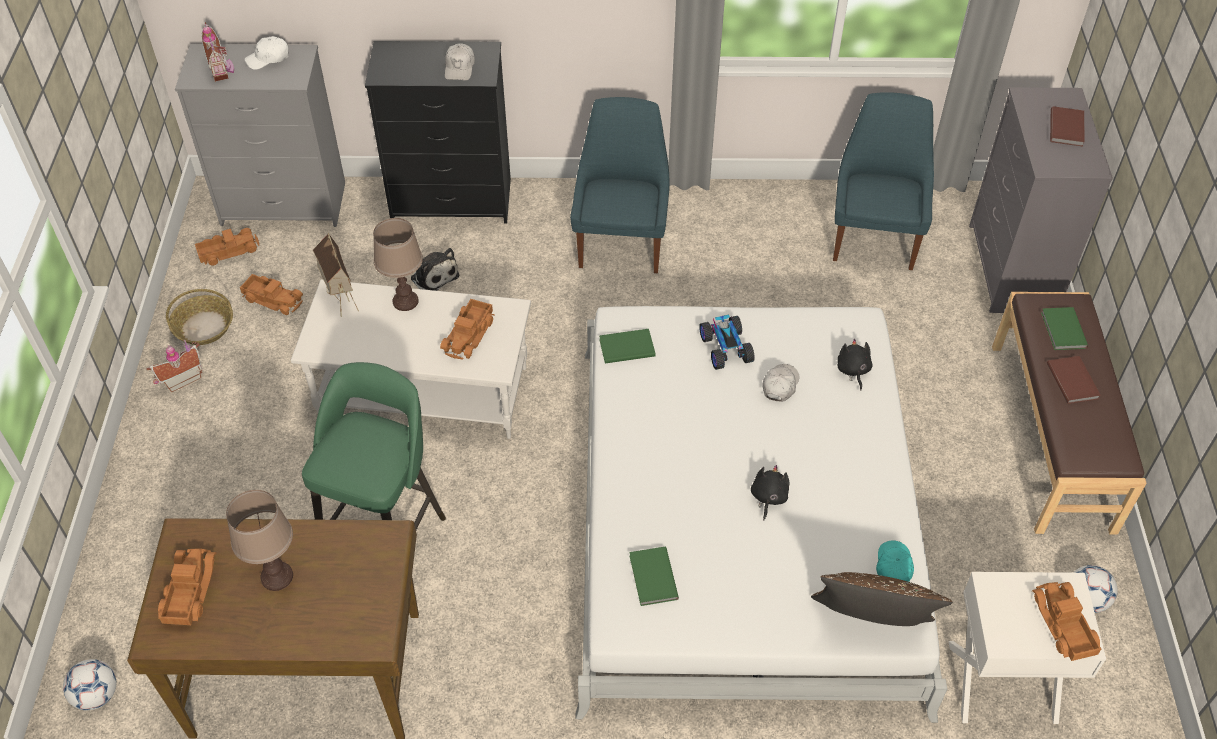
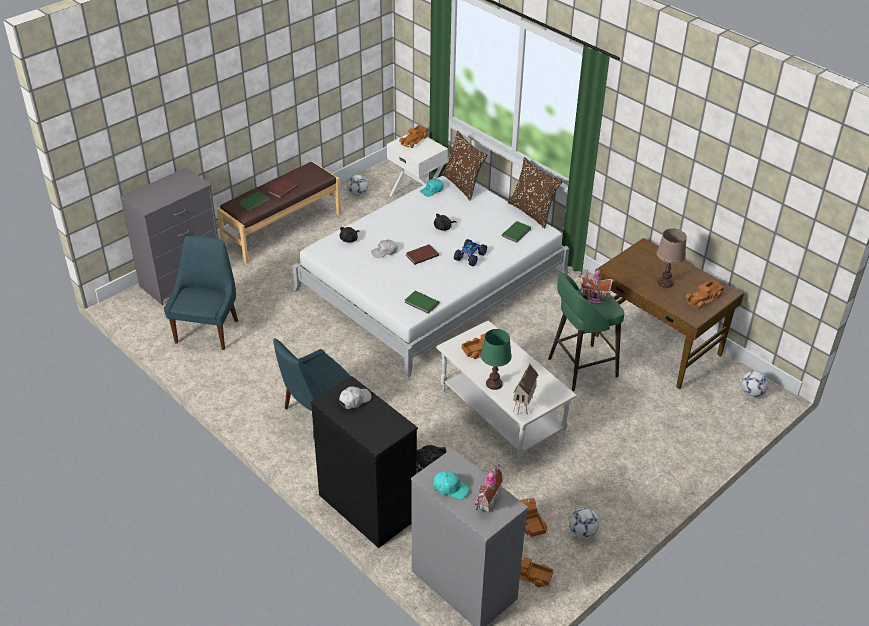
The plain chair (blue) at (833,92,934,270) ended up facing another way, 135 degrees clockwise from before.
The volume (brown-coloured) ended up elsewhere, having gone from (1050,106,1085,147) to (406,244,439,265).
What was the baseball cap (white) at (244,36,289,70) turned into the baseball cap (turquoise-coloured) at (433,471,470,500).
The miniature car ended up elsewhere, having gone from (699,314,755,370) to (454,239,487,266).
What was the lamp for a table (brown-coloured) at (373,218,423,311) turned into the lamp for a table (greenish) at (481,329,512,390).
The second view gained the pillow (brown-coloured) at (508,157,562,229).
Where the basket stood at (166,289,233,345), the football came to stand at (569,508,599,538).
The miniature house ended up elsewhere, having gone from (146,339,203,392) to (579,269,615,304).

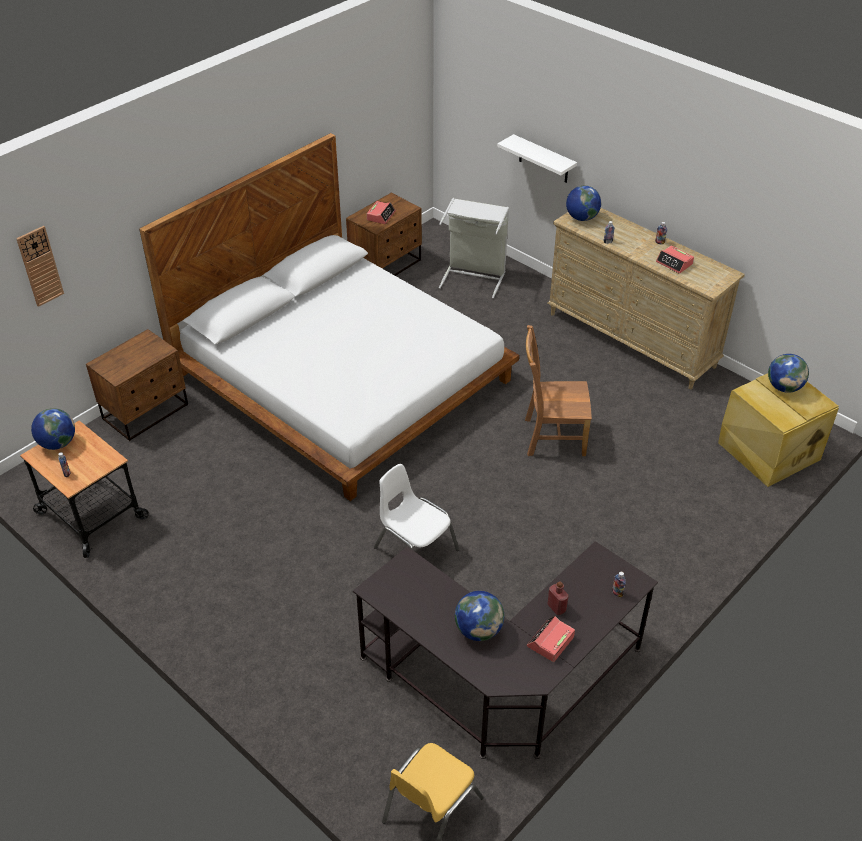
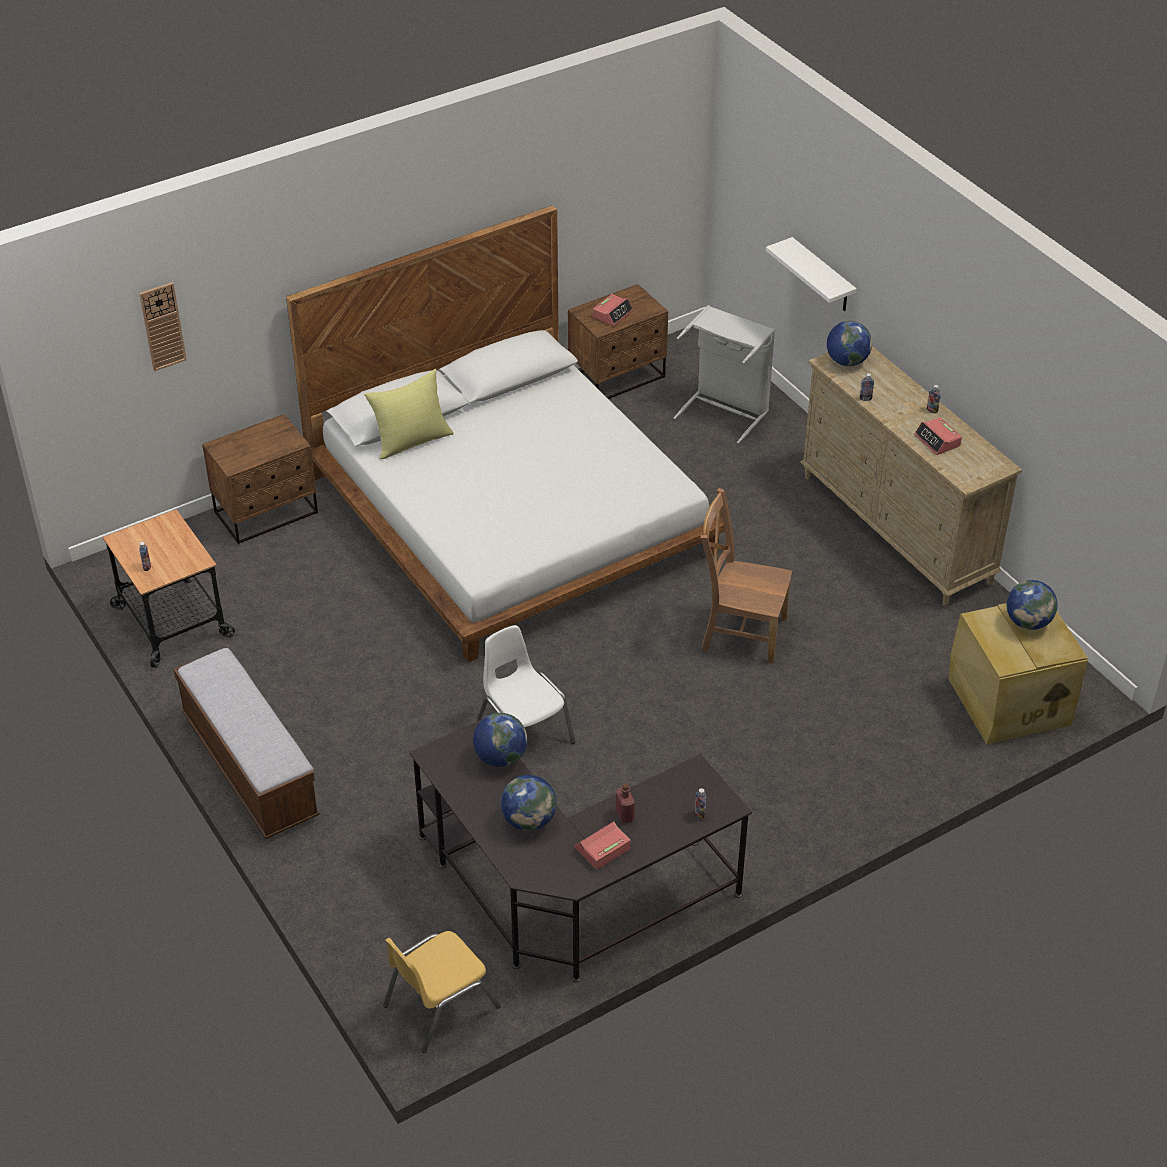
The second view gained the long seat at (173,648,320,839).
The second view gained the pillow (yellowish) at (364,369,454,459).
The globe ended up elsewhere, having gone from (31,408,75,450) to (473,713,527,767).

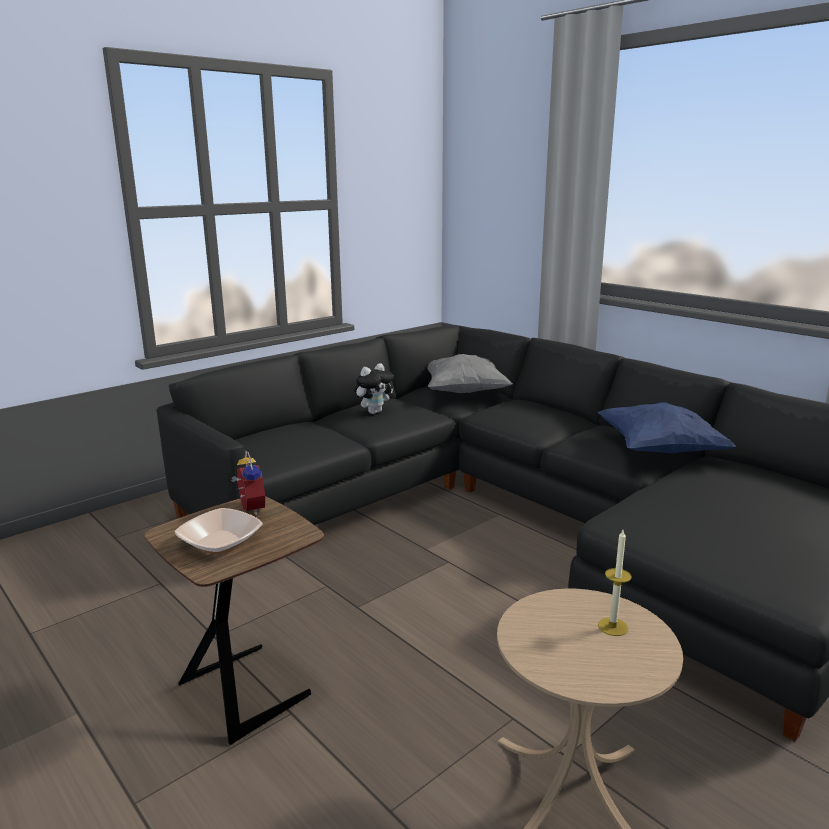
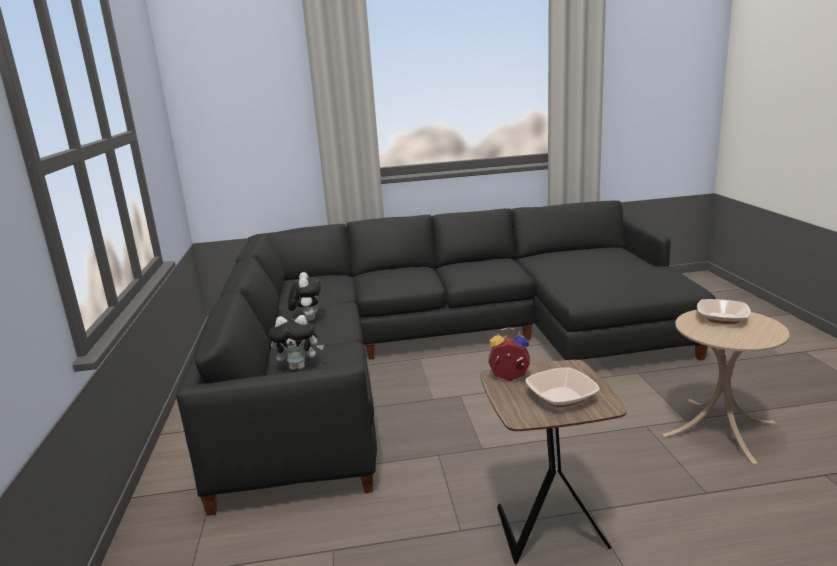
The second view gained the soft toy at (269,315,324,370).
Where the candle stood at (598,530,632,636), the bowl came to stand at (697,299,751,324).
The second view lost the pillow (greyish) at (427,354,513,393).
The second view lost the pillow (blue) at (597,402,736,453).

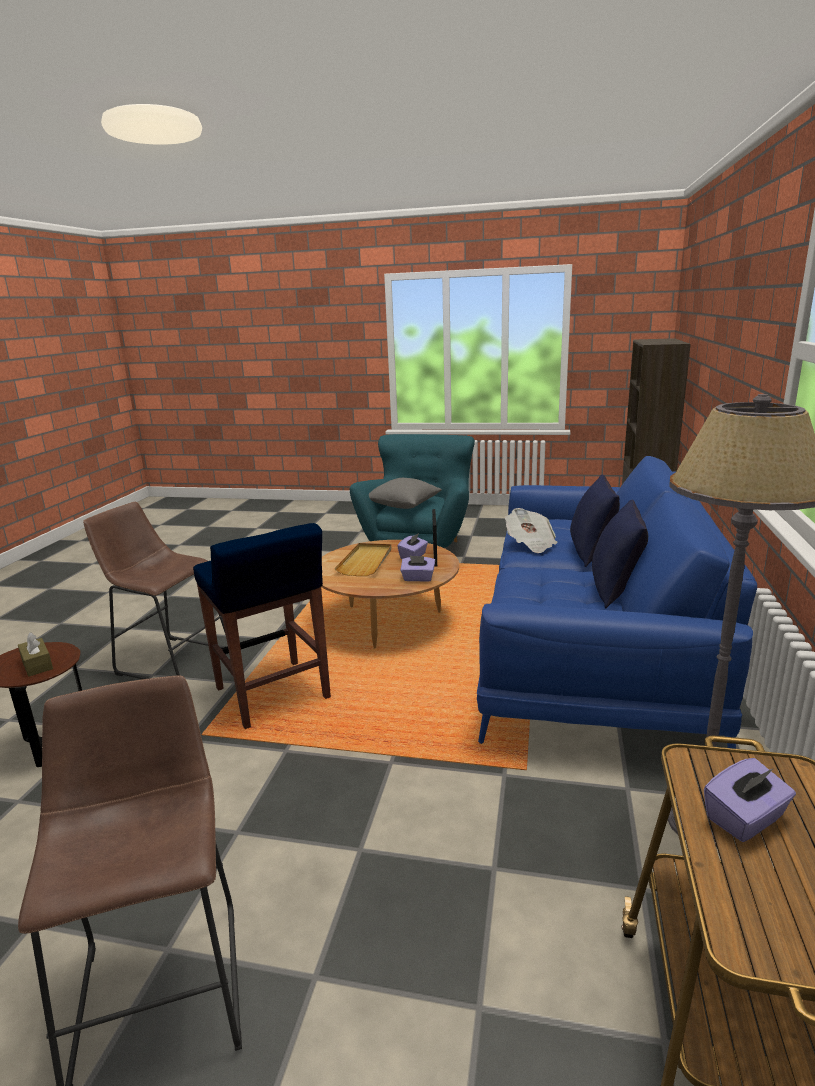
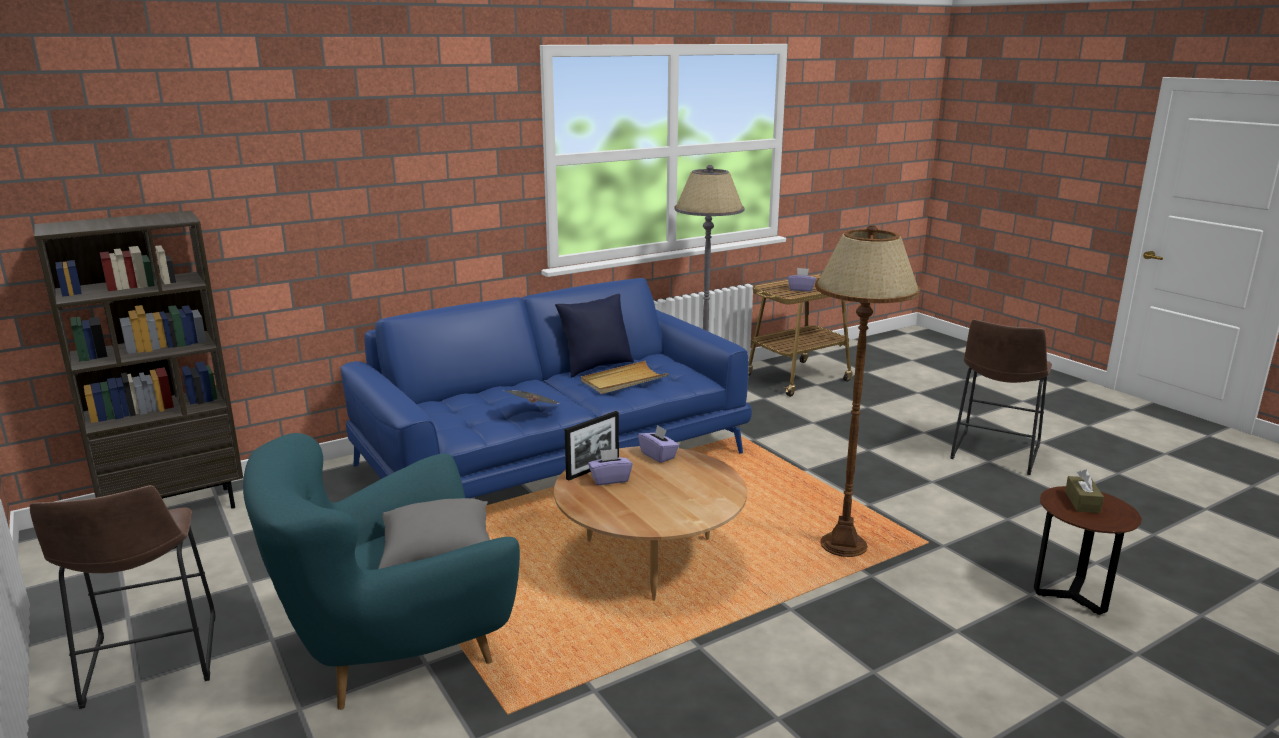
The sitting stool (brown-coloured) ended up elsewhere, having gone from (83,502,226,679) to (30,485,216,709).
The serving tray (beige) ended up elsewhere, having gone from (335,543,391,576) to (581,361,669,394).
Where the sitting stool (blue) stood at (193,523,331,729), the standard lamp (brown-coloured) came to stand at (815,225,920,557).
The second view lost the pillow (blue) at (570,475,620,567).

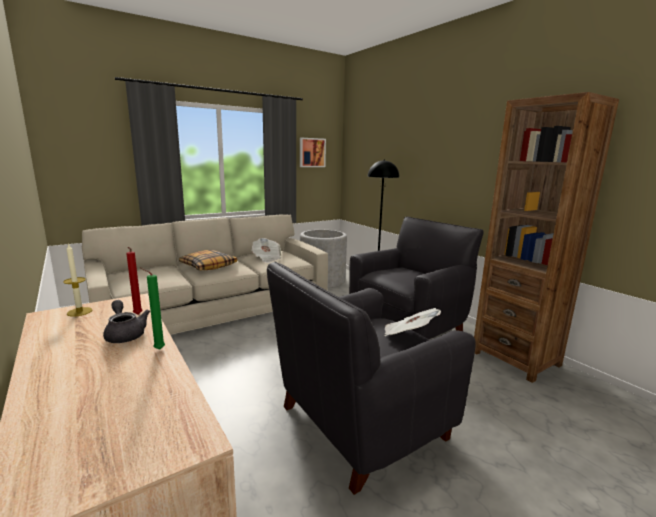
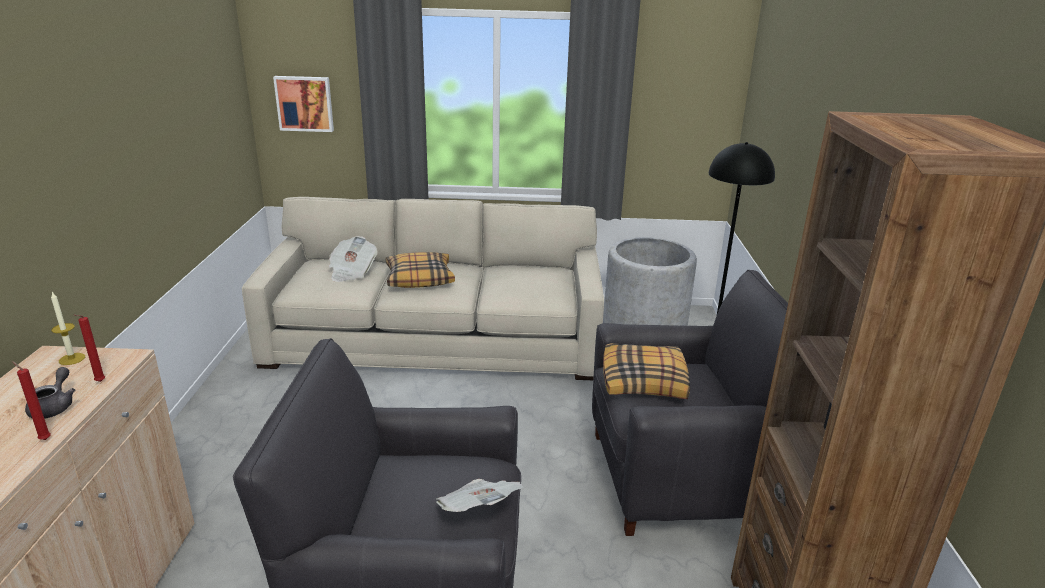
What was the candle (greenish) at (140,268,165,350) turned into the candle (red-coloured) at (12,361,51,440).
The picture ended up elsewhere, having gone from (300,138,326,167) to (273,76,334,132).
The printed paper ended up elsewhere, having gone from (252,238,281,263) to (328,236,378,282).
The second view gained the pillow at (603,343,690,399).

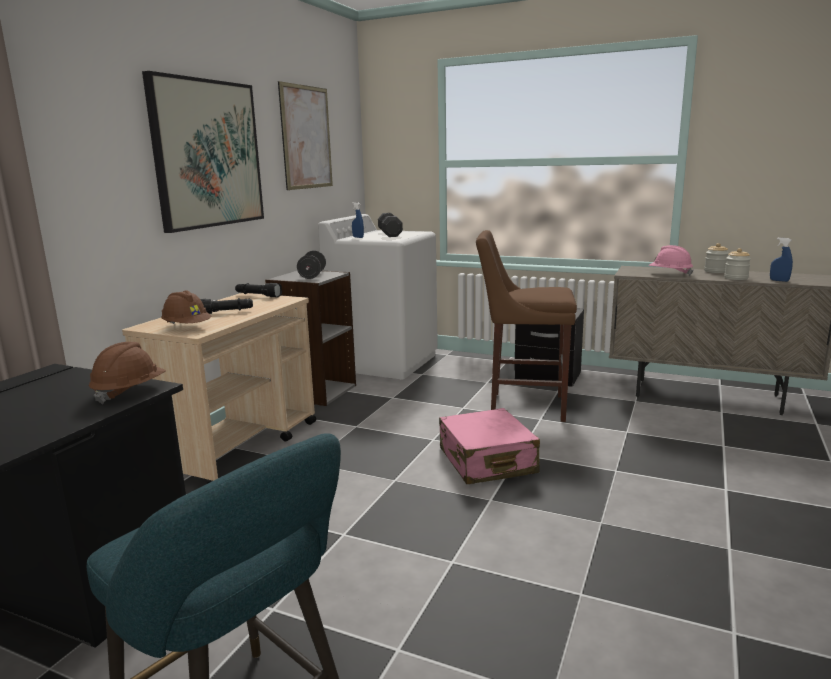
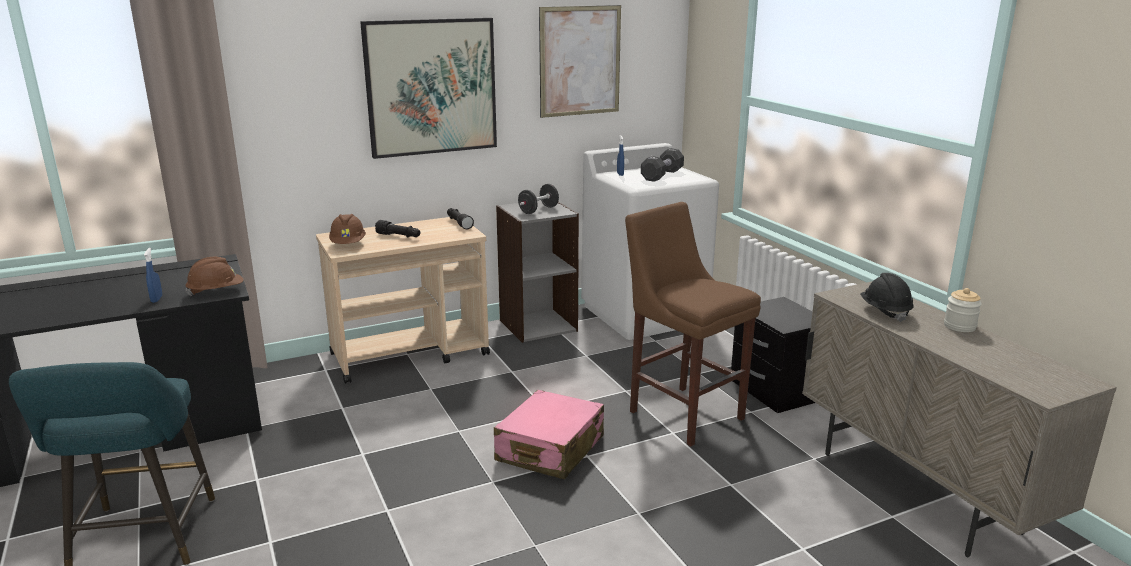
The spray bottle (blue) ended up elsewhere, having gone from (770,237,793,282) to (144,248,162,303).
What was the safety helmet (pink-coloured) at (648,245,693,276) turned into the safety helmet (black-coloured) at (860,273,913,322).
The second view lost the jar at (724,248,751,280).

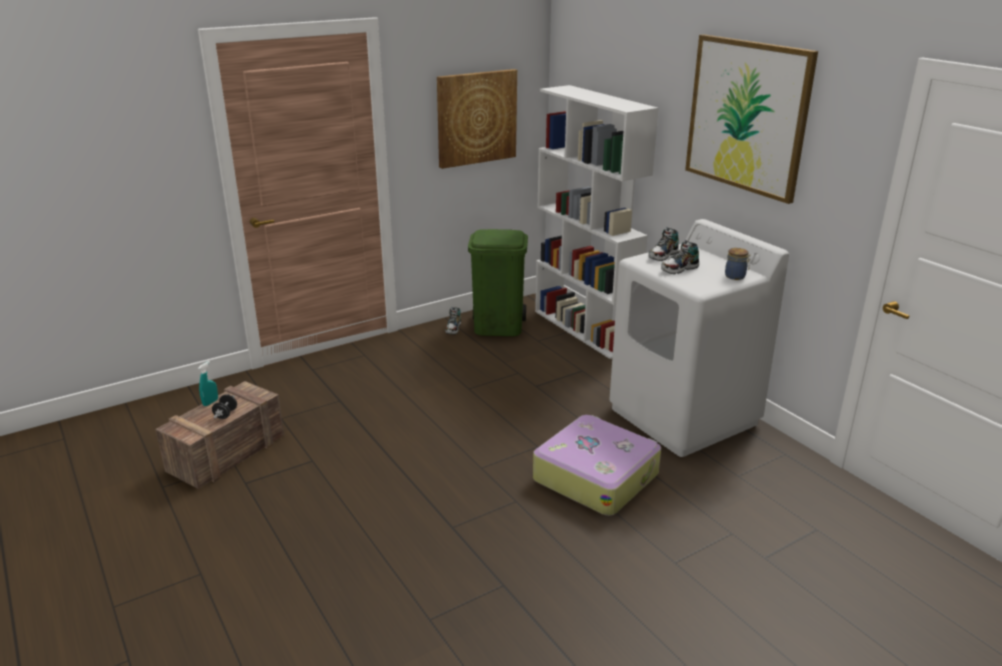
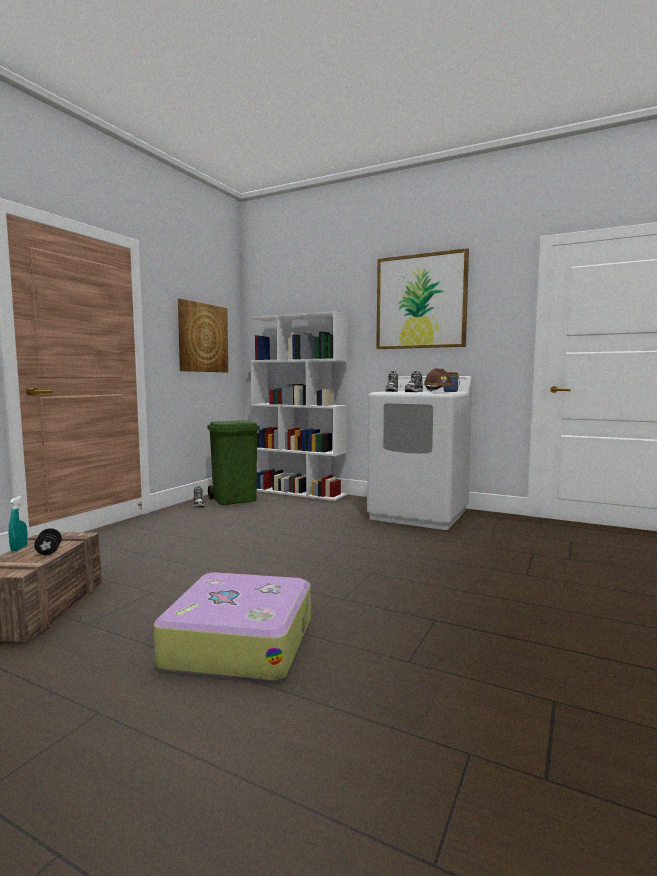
The travel case ended up elsewhere, having gone from (533,415,661,516) to (154,572,311,682).
The second view gained the safety helmet (brown-coloured) at (424,368,453,392).

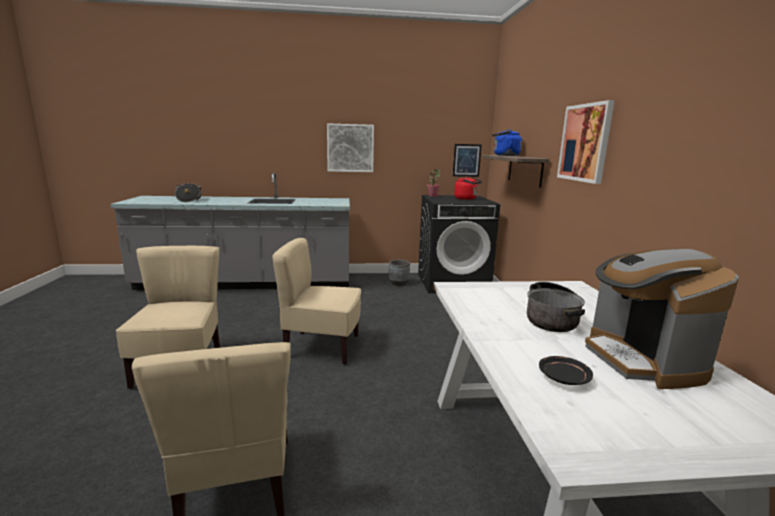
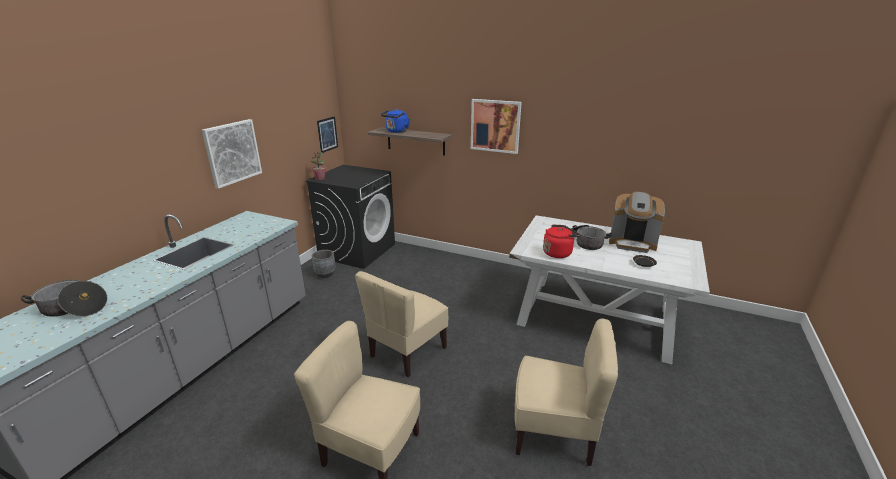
The kettle (red-coloured) ended up elsewhere, having gone from (454,176,482,200) to (543,225,581,258).

